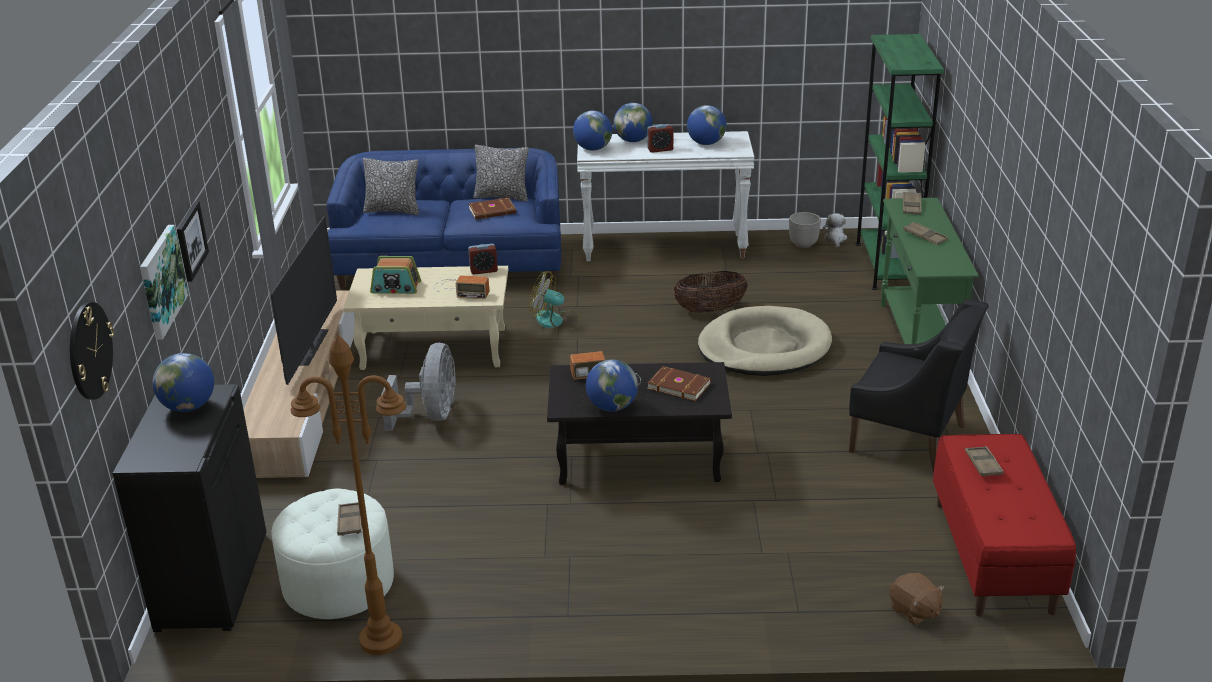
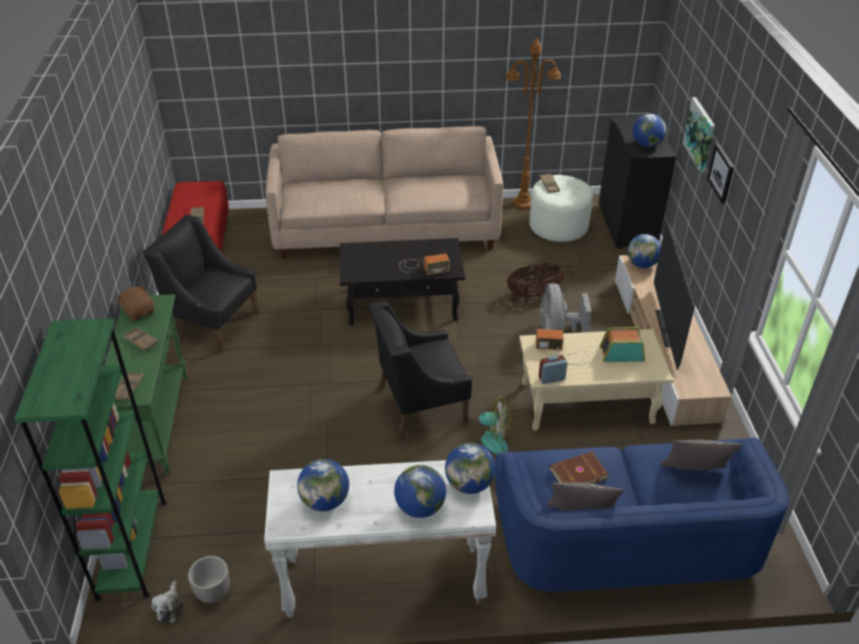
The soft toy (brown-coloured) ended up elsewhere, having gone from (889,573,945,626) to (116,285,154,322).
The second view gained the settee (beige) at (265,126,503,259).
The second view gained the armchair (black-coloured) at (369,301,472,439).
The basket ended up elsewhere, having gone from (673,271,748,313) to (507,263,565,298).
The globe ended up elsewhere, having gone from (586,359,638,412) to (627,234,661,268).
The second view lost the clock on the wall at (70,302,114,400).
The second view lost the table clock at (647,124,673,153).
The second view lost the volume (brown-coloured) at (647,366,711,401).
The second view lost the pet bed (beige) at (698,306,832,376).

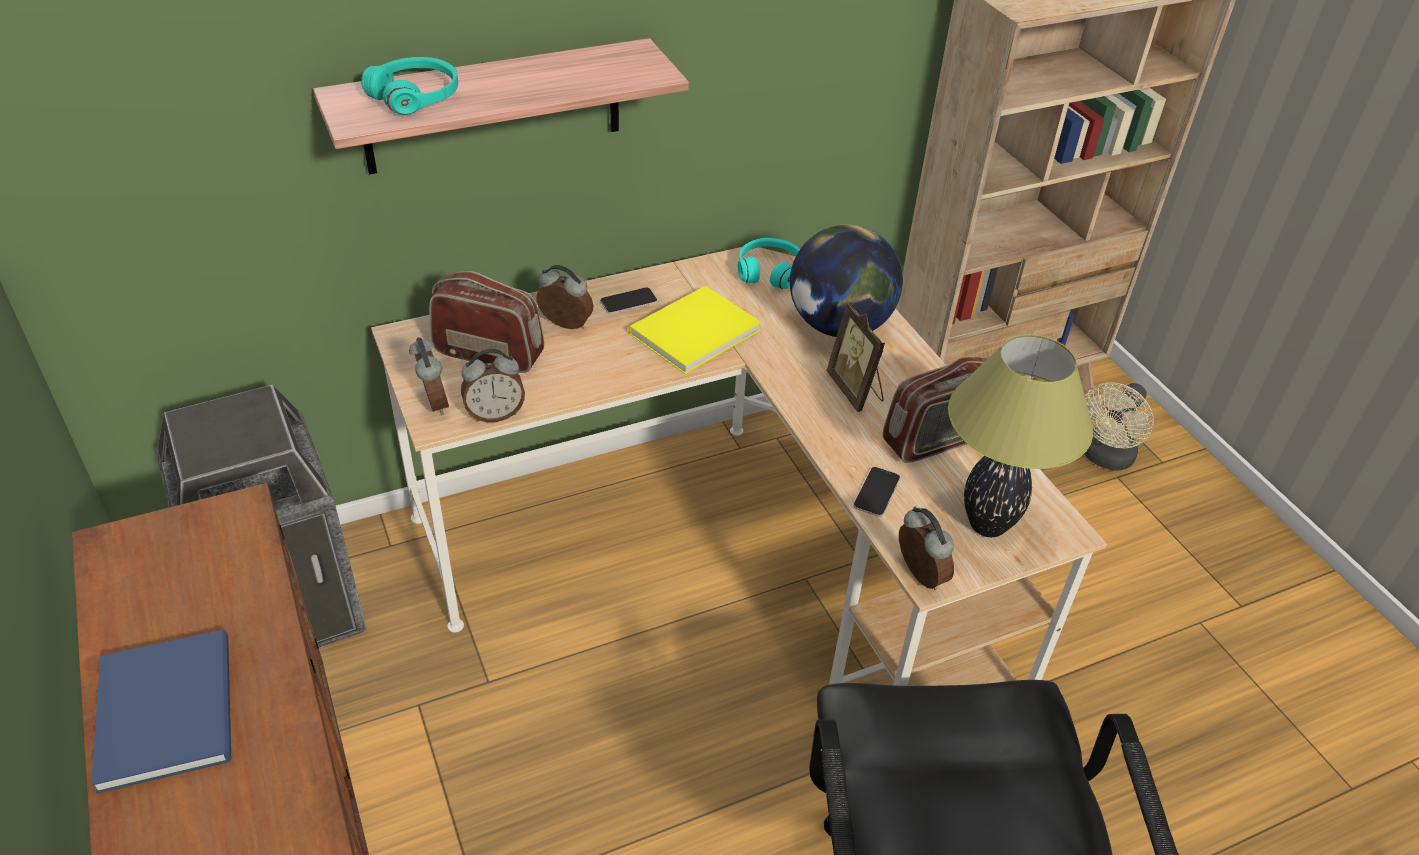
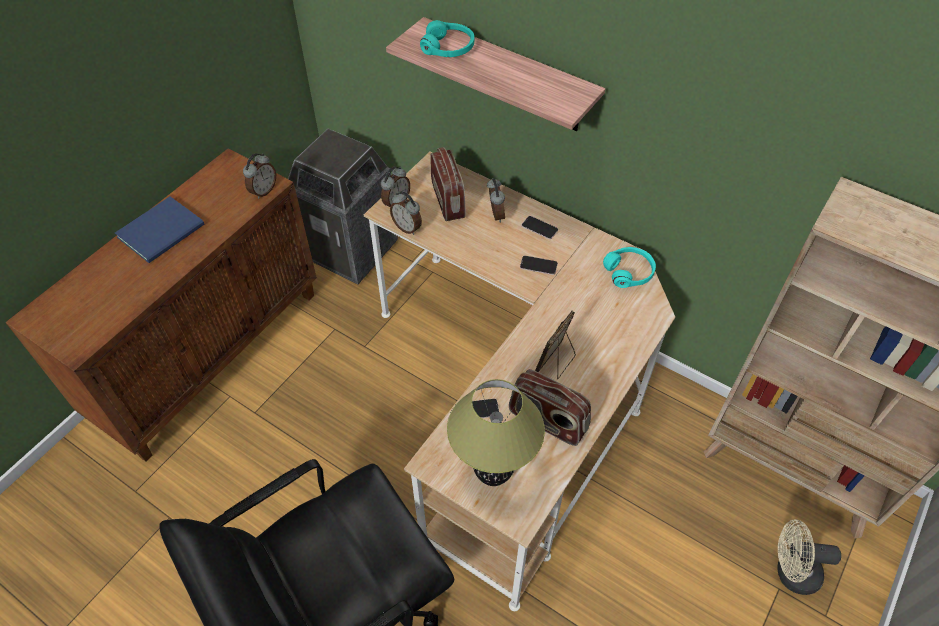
The table clock ended up elsewhere, having gone from (899,507,954,590) to (243,153,276,199).
Where the volume (yellowish) stood at (628,286,761,374), the phone came to stand at (520,255,558,275).
The second view lost the globe at (790,225,903,337).

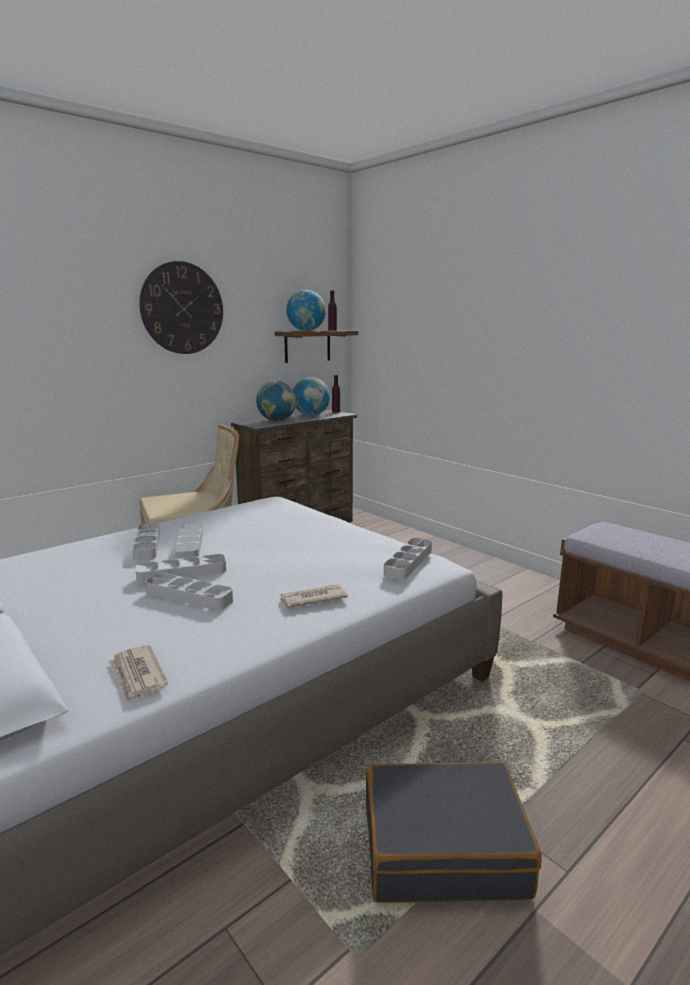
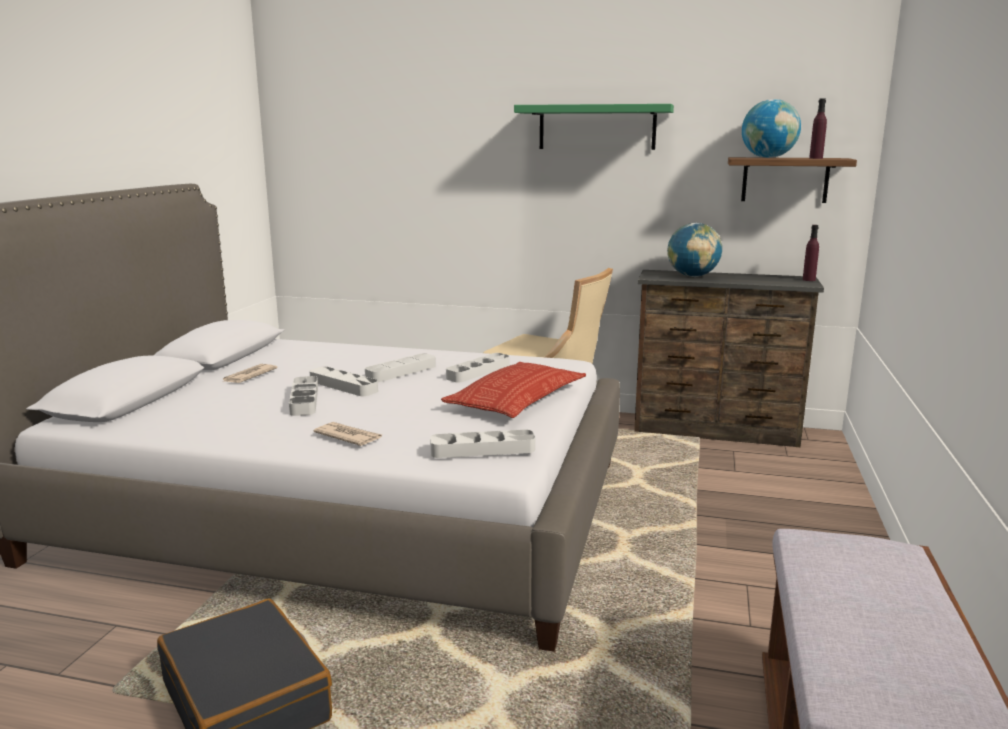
The printed paper ended up elsewhere, having gone from (109,645,168,703) to (223,364,278,383).
The second view gained the pillow at (441,362,586,418).
The serving tray (greyish) ended up elsewhere, having gone from (132,523,160,560) to (446,353,510,382).
Where the clock on the wall hung at (139,261,223,354), the wall shelf (greenish) came to hang at (514,104,674,150).
The second view lost the globe at (293,377,330,416).

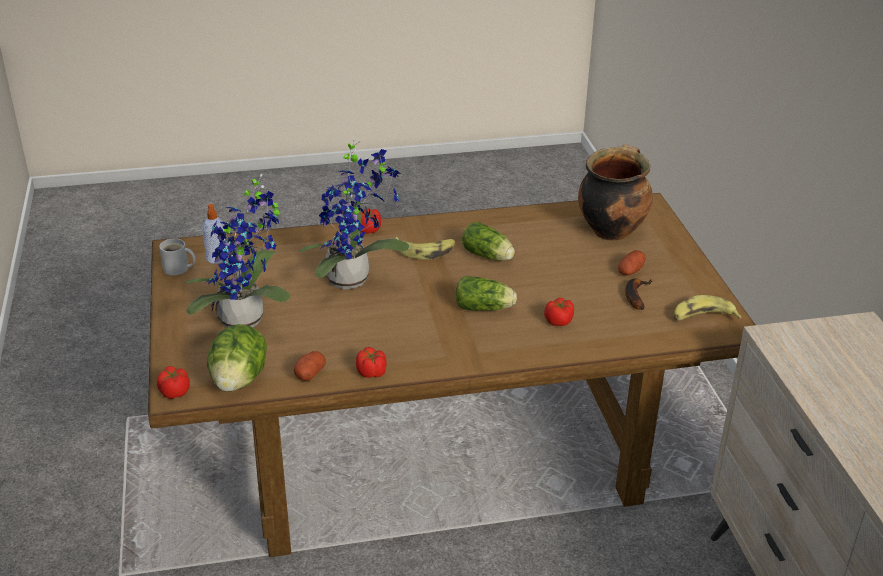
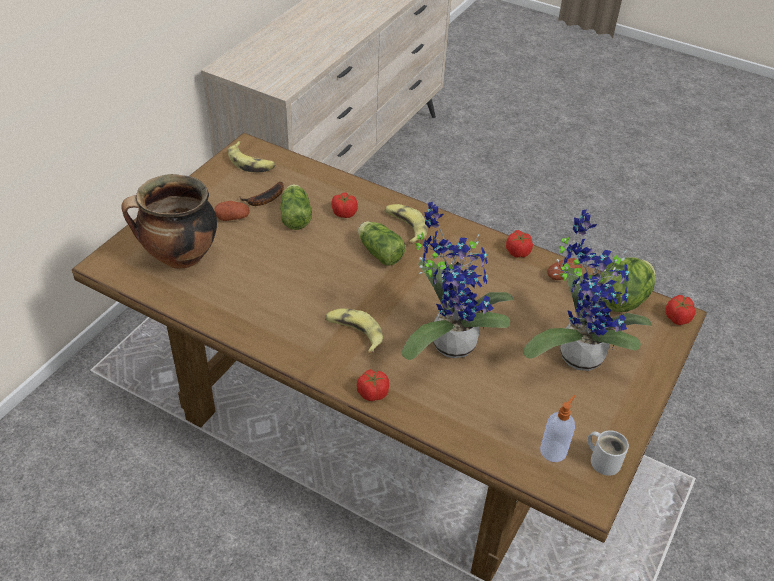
The lettuce head ended up elsewhere, having gone from (462,222,515,261) to (280,184,312,230).
The second view gained the banana fruit at (384,204,427,244).

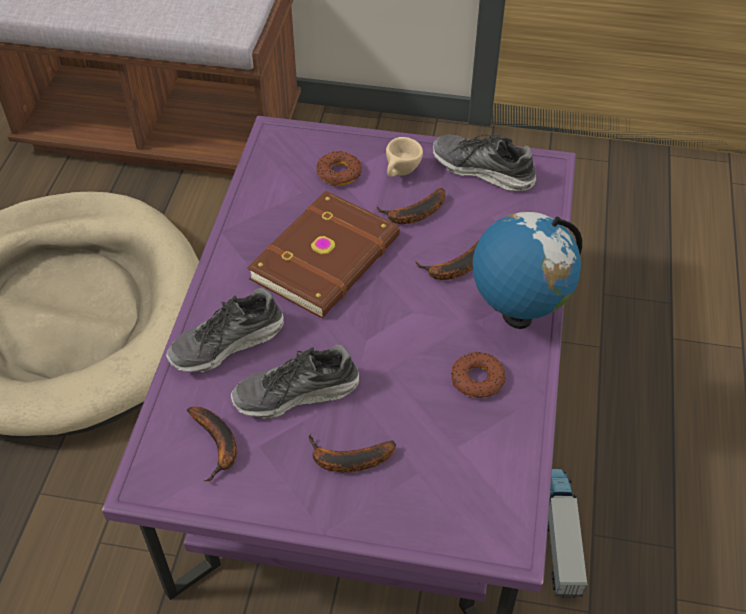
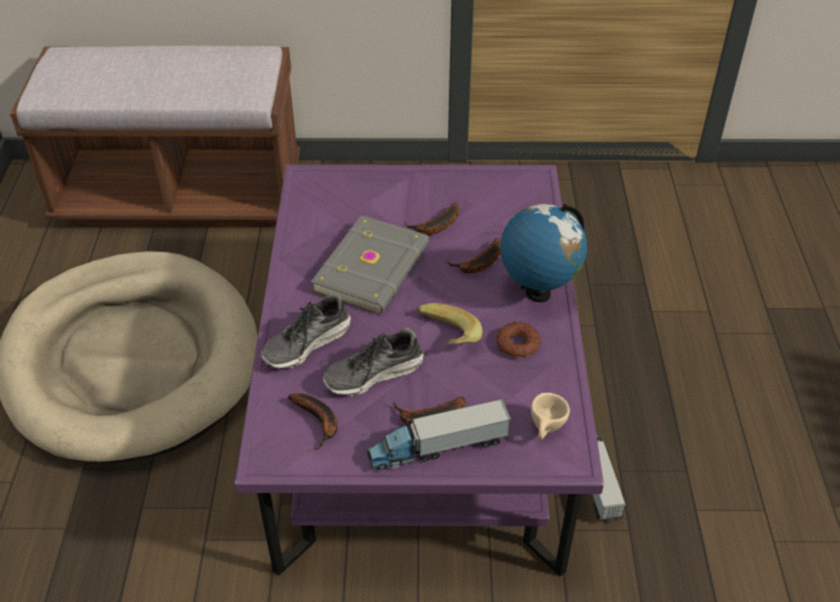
What was the volume (brown-coloured) at (247,191,400,318) turned into the volume (greyish) at (311,215,429,314).
The second view gained the toy lorry at (367,399,511,470).
The second view gained the banana fruit at (418,303,482,345).
The drinking cup (beige) ended up elsewhere, having gone from (386,137,423,177) to (531,393,570,439).
The second view lost the donut at (316,151,362,186).
The second view lost the low shoe at (433,134,536,191).

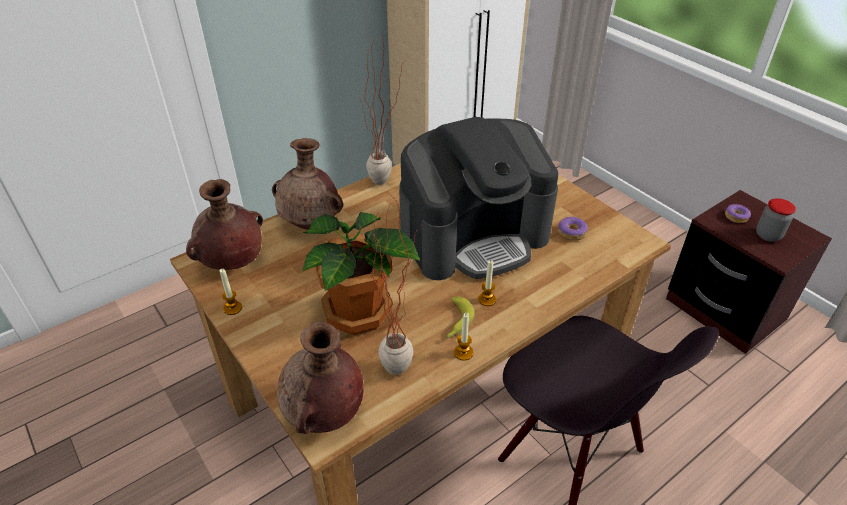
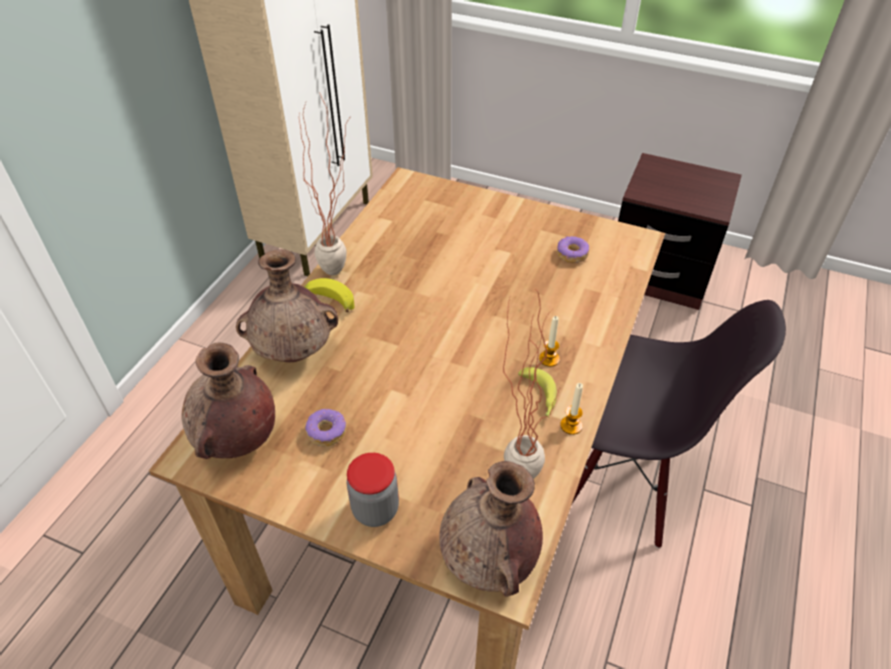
The second view gained the banana fruit at (304,278,355,312).
The donut ended up elsewhere, having gone from (725,204,751,223) to (305,409,346,447).
The jar ended up elsewhere, having gone from (756,198,796,242) to (347,453,399,527).
The second view lost the candle at (219,269,242,315).
The second view lost the plant in a pot at (302,212,420,335).
The second view lost the coffee machine at (399,117,558,280).

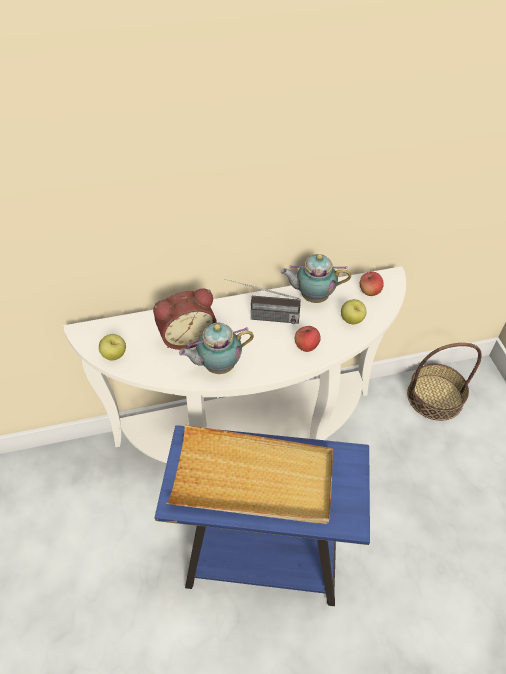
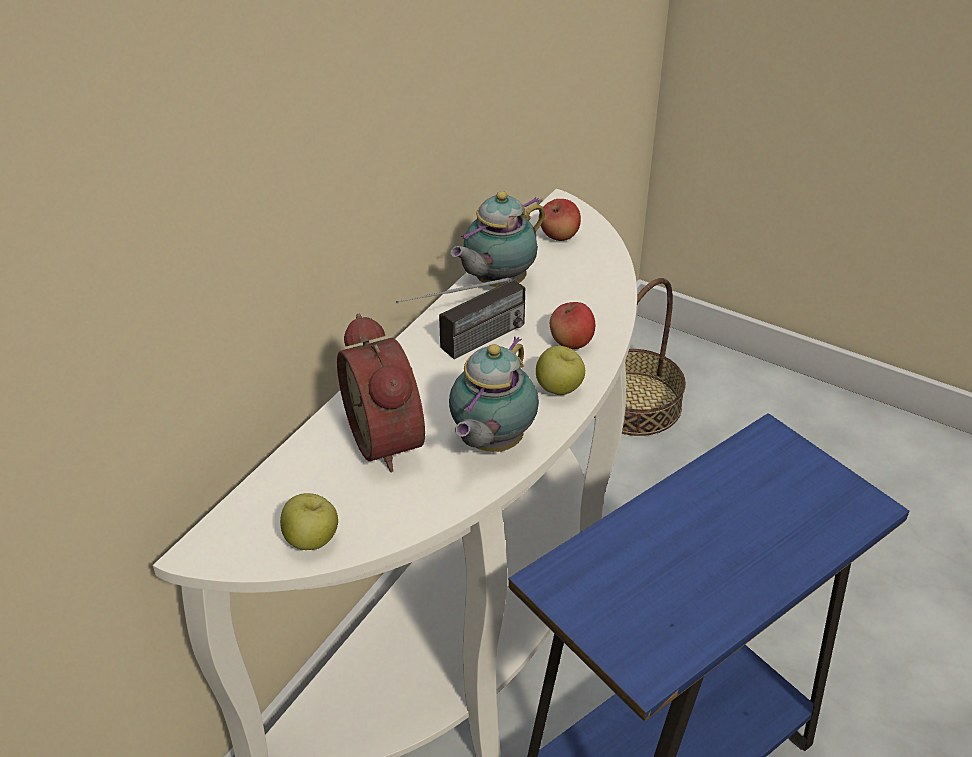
The table clock at (153,289,217,350) ended up facing another way, 135 degrees clockwise from before.
The whole apple ended up elsewhere, having gone from (341,299,367,324) to (536,346,585,395).
The second view lost the serving tray (beige) at (166,425,333,524).

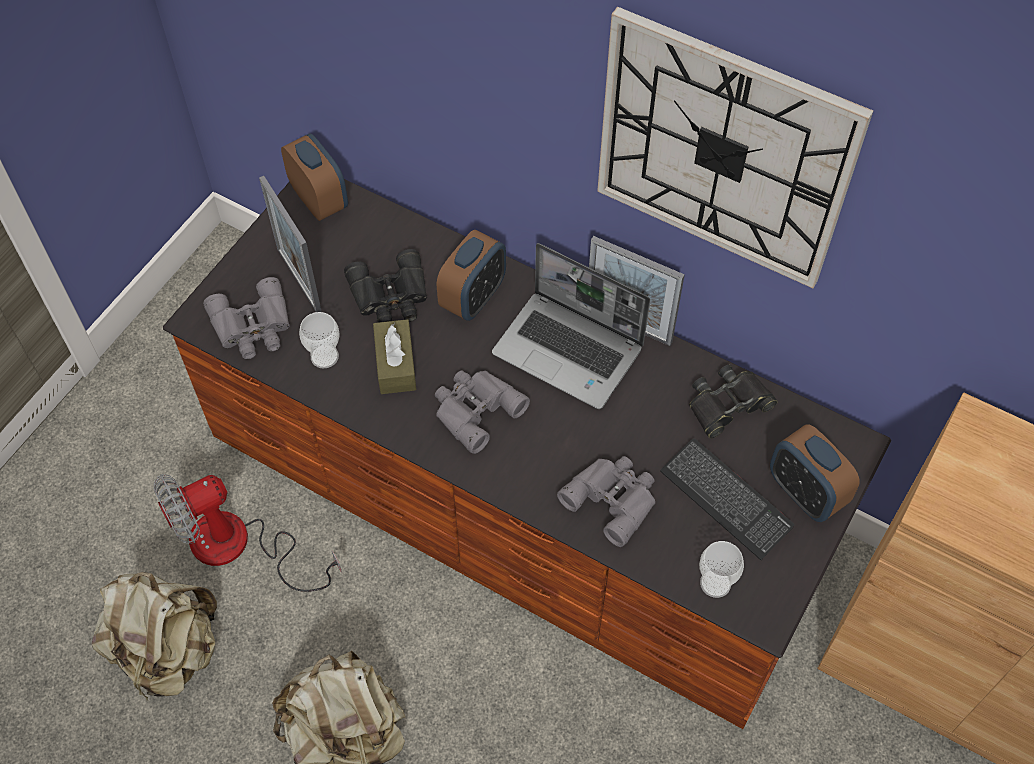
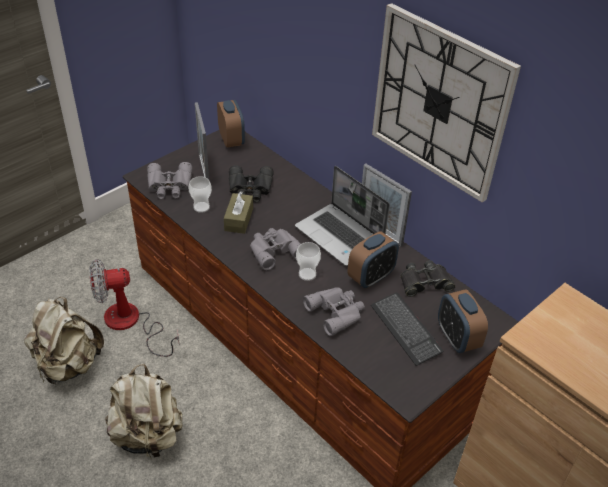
The drinking cup ended up elsewhere, having gone from (699,541,744,598) to (296,242,321,281).
The table clock ended up elsewhere, having gone from (437,230,506,321) to (347,231,399,288).

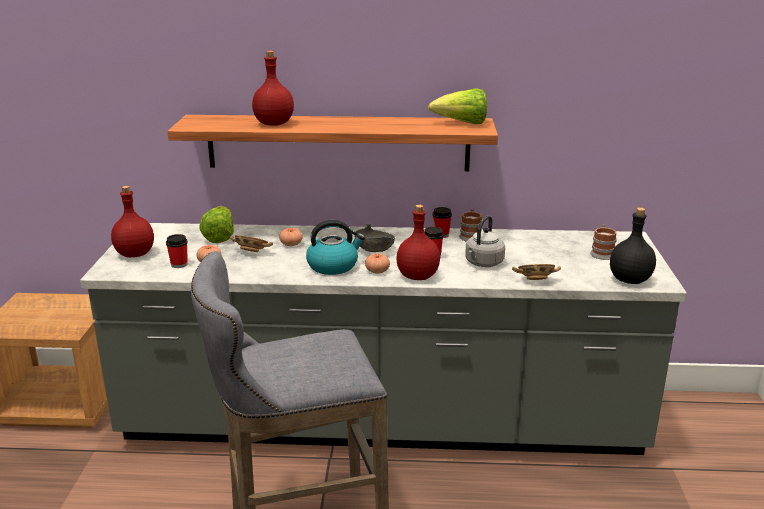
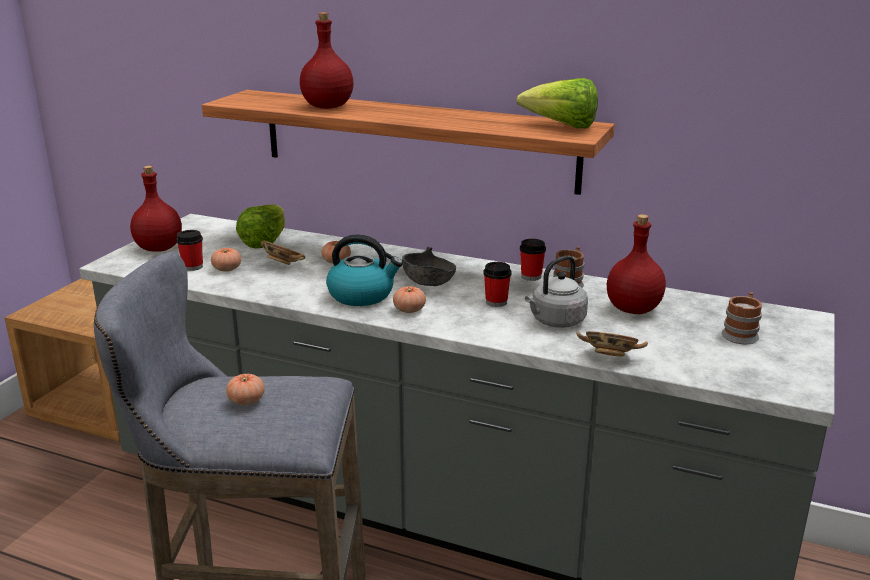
The second view gained the tomato at (226,374,265,405).
The bottle (red-coloured) ended up elsewhere, having gone from (396,205,440,280) to (607,214,666,314).
The second view lost the bottle (black-coloured) at (610,207,656,284).

